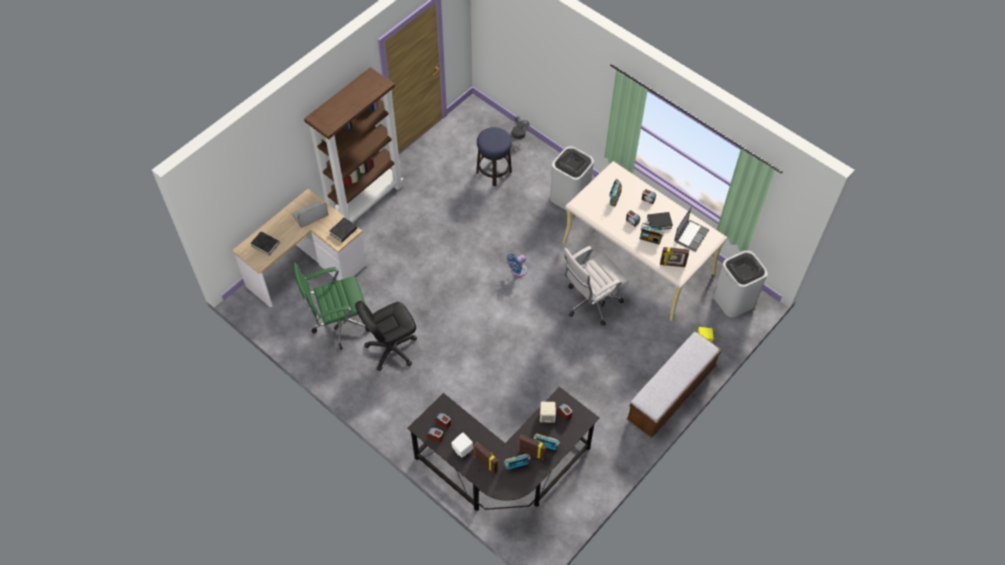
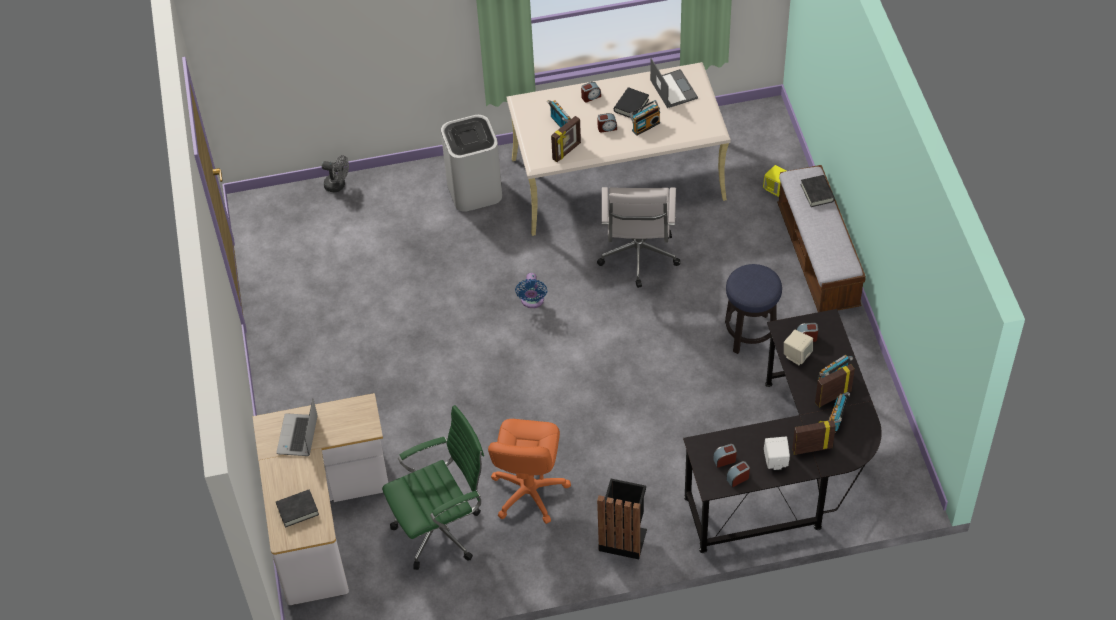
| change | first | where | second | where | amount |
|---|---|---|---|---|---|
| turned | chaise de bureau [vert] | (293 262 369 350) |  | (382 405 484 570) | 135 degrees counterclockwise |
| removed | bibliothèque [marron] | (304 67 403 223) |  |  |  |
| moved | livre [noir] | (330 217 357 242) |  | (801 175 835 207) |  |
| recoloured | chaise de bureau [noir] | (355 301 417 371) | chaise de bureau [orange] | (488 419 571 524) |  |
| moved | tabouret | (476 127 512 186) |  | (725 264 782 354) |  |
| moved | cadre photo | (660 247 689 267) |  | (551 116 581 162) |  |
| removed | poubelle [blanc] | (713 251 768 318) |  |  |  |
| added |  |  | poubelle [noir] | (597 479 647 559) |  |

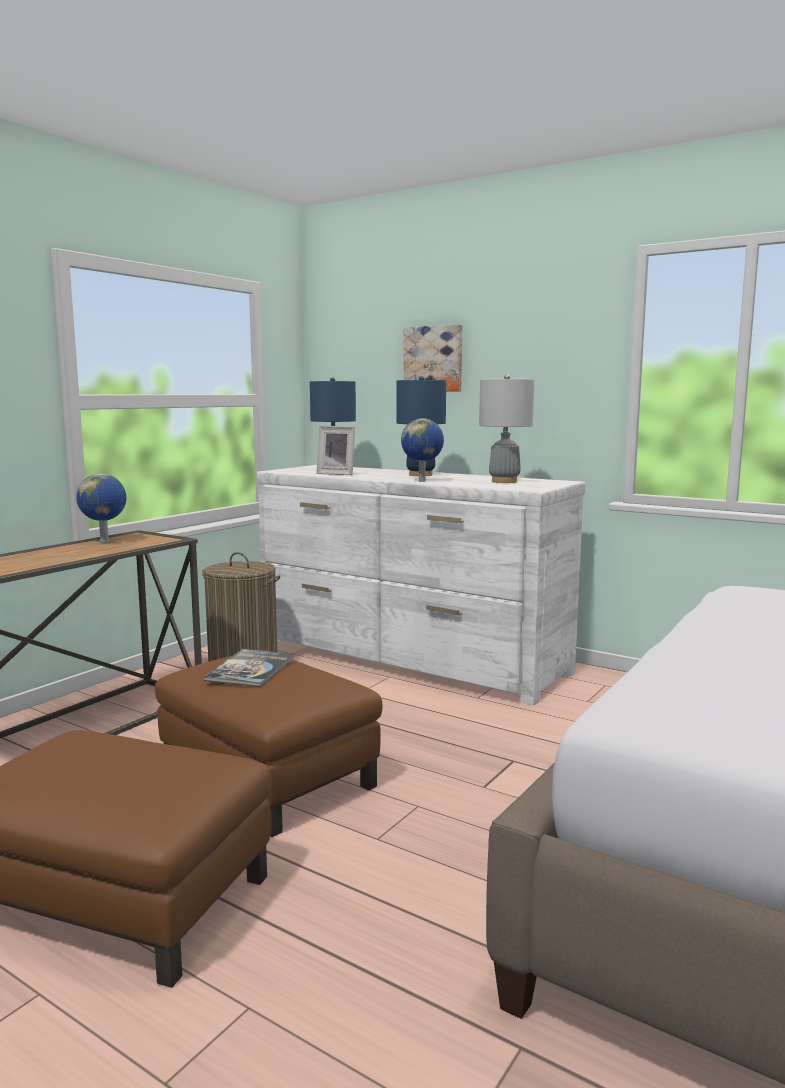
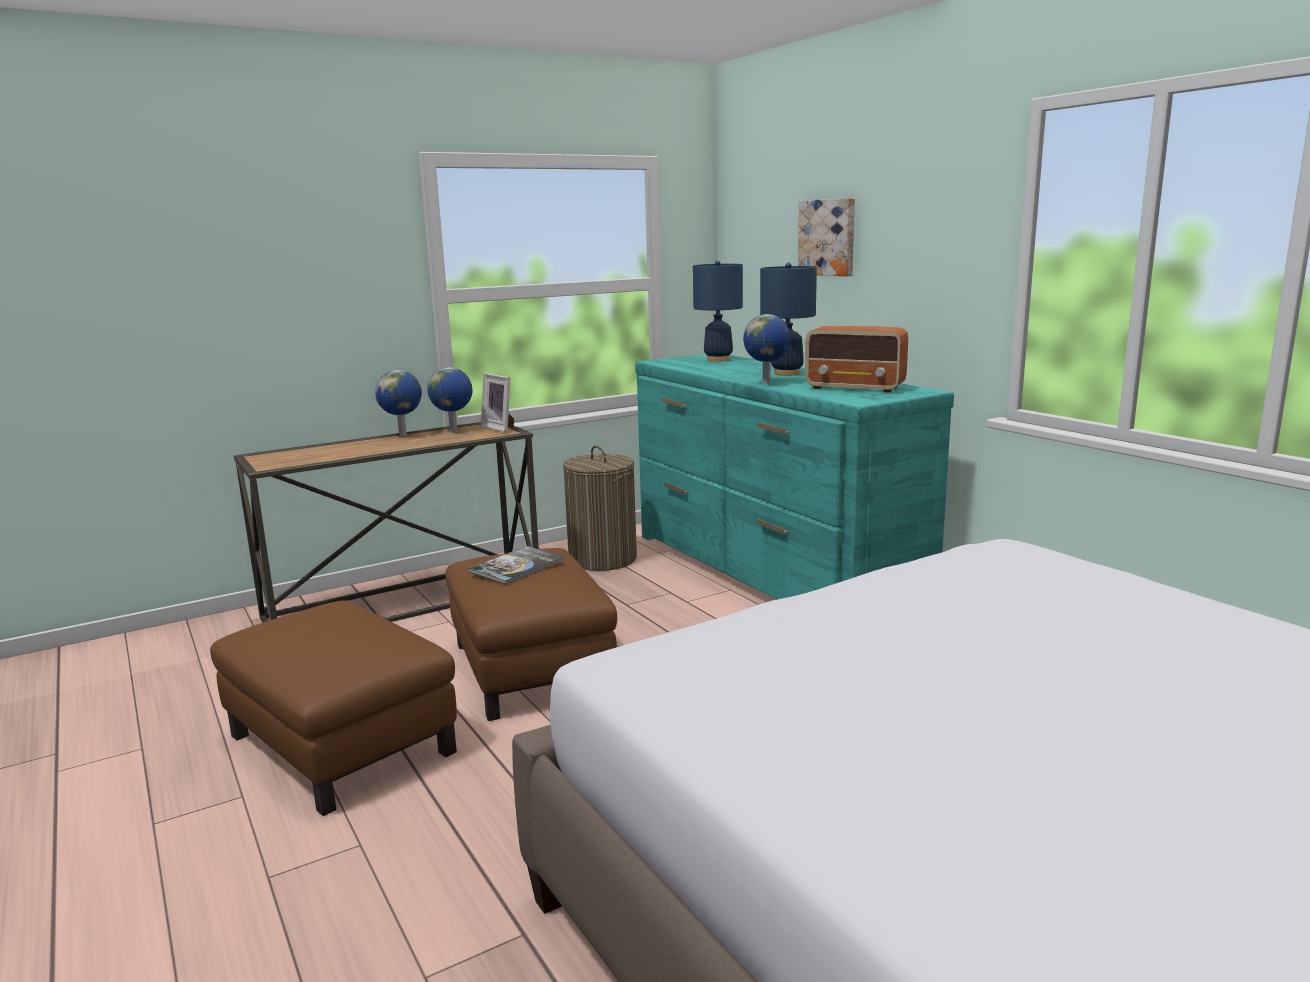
| change | first | where | second | where | amount |
|---|---|---|---|---|---|
| recoloured | commode [blanc] | (257 465 585 706) | commode [turquoise] | (635 354 954 599) |  |
| moved | cadre photo | (317 426 355 475) |  | (481 373 514 432) |  |
| replaced | lampe de table [gris] | (479 375 534 483) | radio | (805 326 908 393) |  |
| added |  |  | globe | (375 370 422 436) |  |

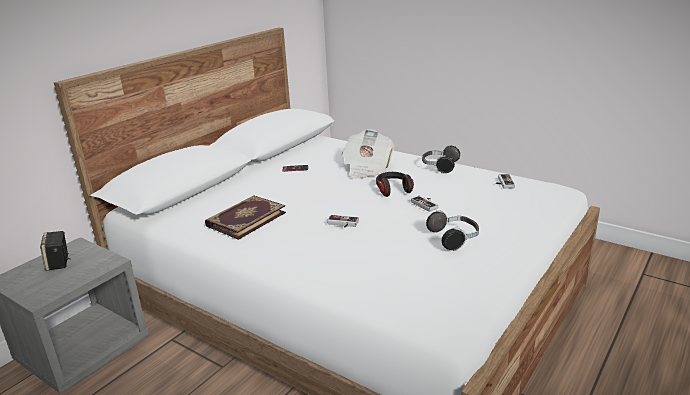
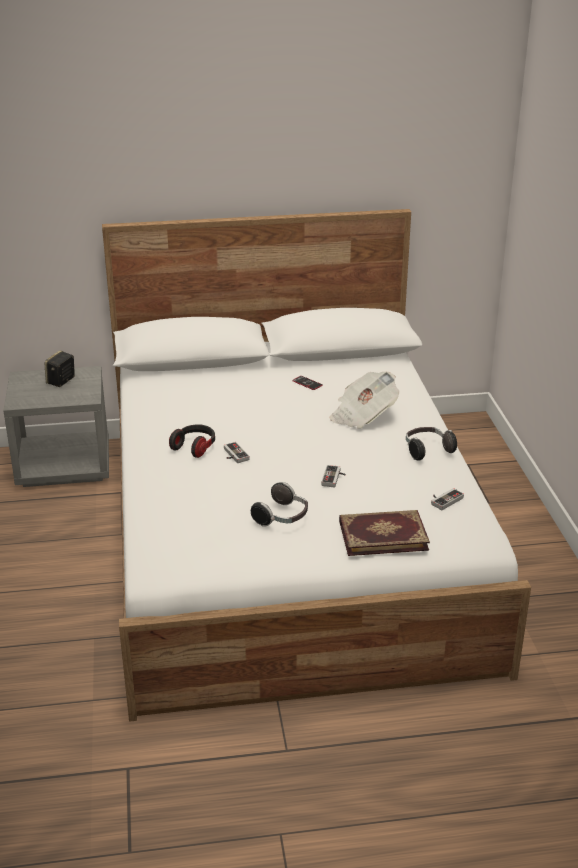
| change | first | where | second | where | amount |
|---|---|---|---|---|---|
| moved | livre | (205 195 286 240) |  | (339 510 430 556) |  |
| moved | casque audio | (376 172 414 197) |  | (169 424 215 458) |  |

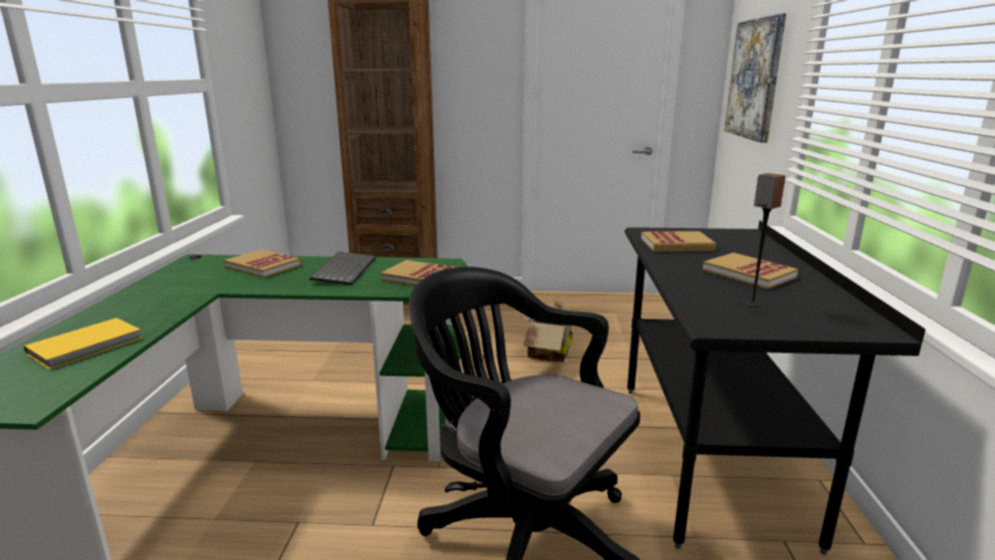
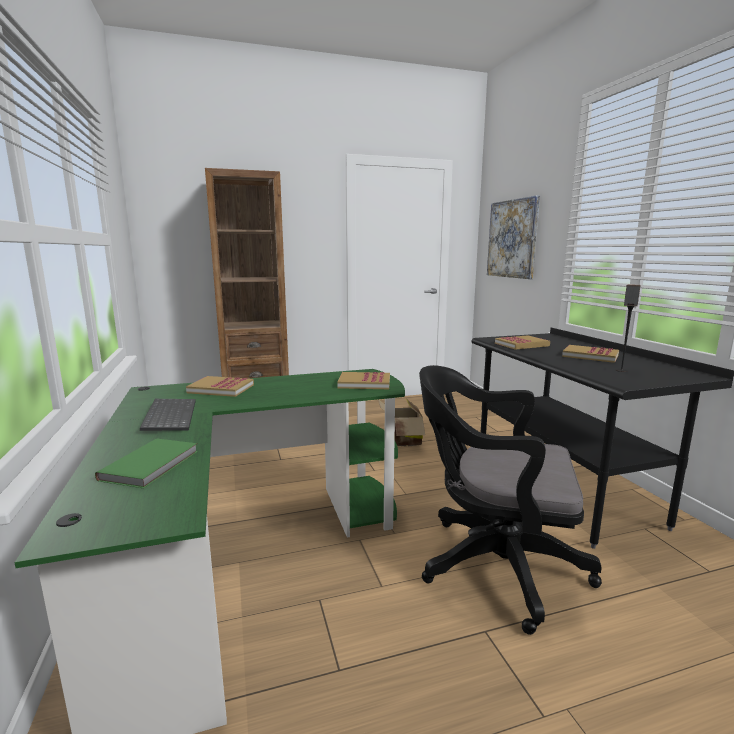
| change | first | where | second | where | amount |
|---|---|---|---|---|---|
| recoloured | livre [jaune] | (24 318 142 369) | livre [vert] | (95 438 198 488) |  |
| moved | clavier | (310 252 375 285) |  | (140 399 196 431) |  |

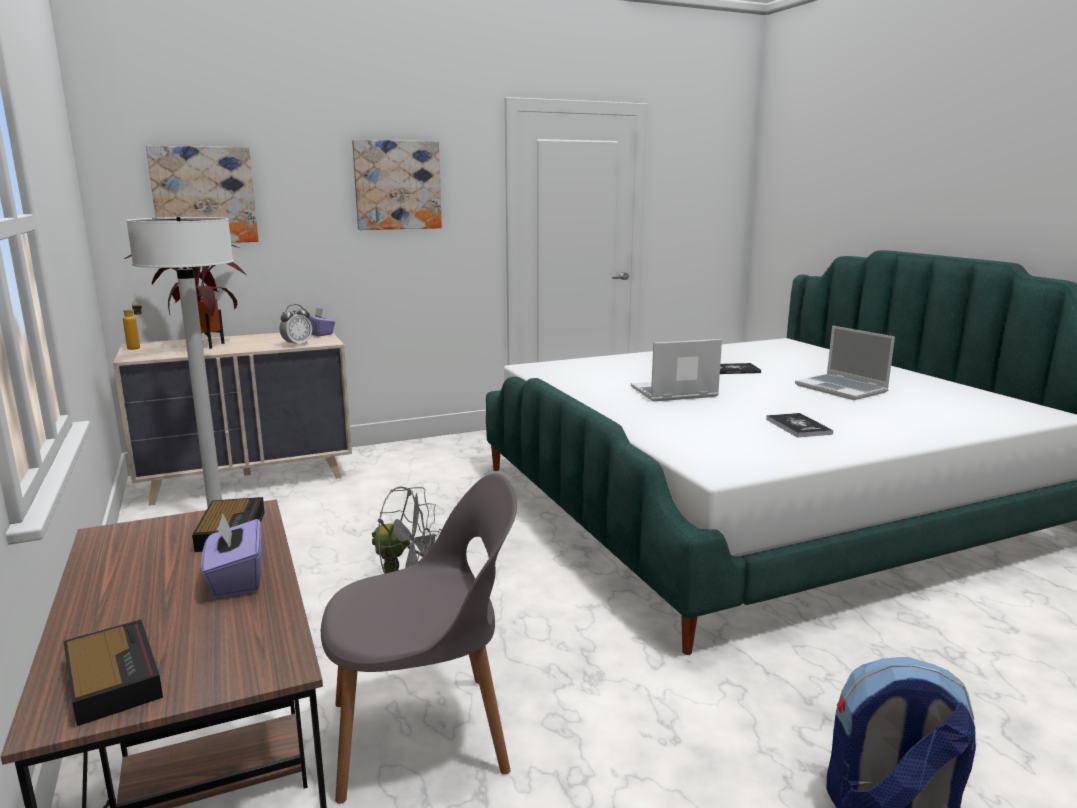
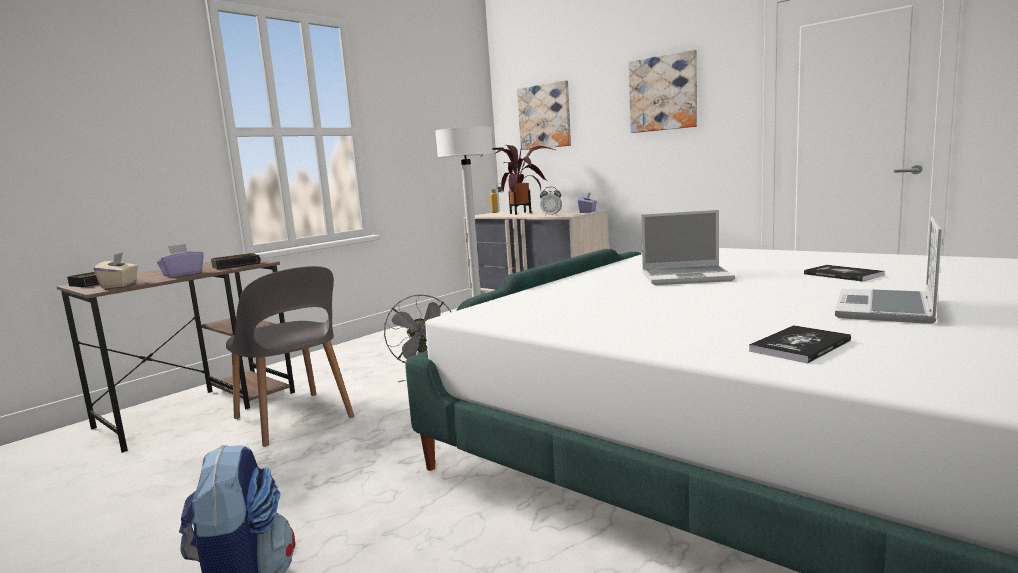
| change | first | where | second | where | amount |
|---|---|---|---|---|---|
| turned | ordinateur portable | (631 339 722 402) |  | (641 210 735 285) | 135 degrees clockwise |
| moved | livre | (766 413 833 438) |  | (749 325 851 364) |  |
| added |  |  | boîte à mouchoirs [beige] | (94 252 138 289) |  |

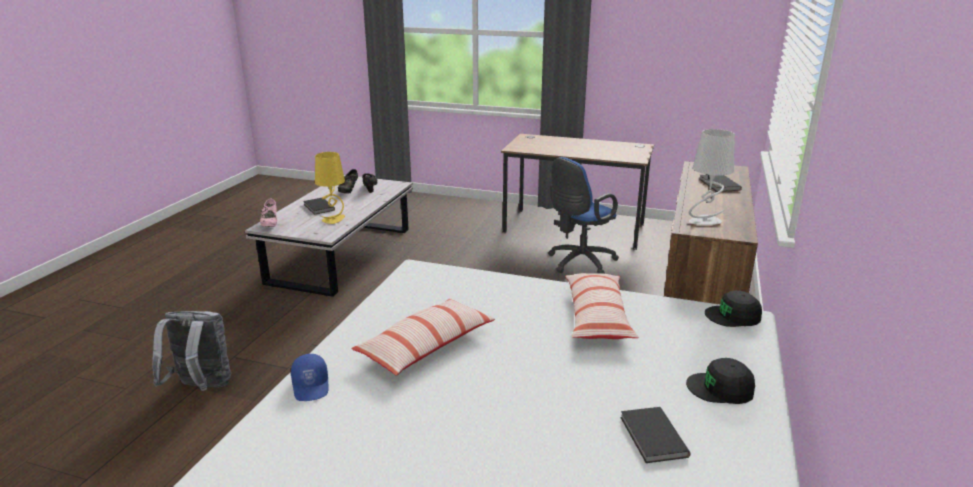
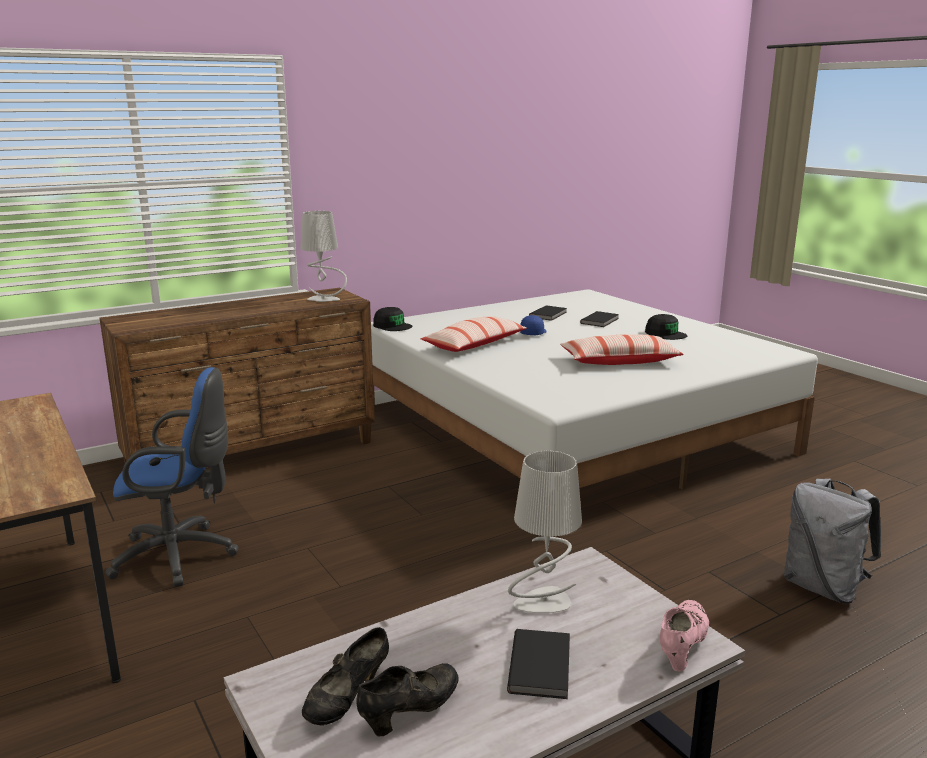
| change | first | where | second | where | amount |
|---|---|---|---|---|---|
| moved | casquette [bleu] | (291 354 329 401) |  | (520 315 547 335) |  |
| recoloured | lampe de table [jaune] | (315 152 345 224) | lampe de table [gris] | (508 451 582 613) |  |
| moved | casquette [noir] | (686 358 755 404) |  | (645 314 688 340) |  |
| moved | livre [noir] | (699 175 742 192) |  | (580 311 619 327) |  |

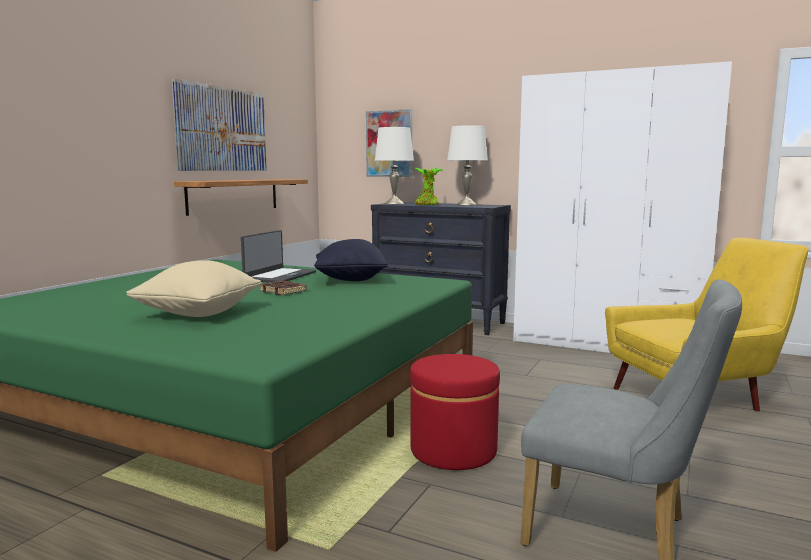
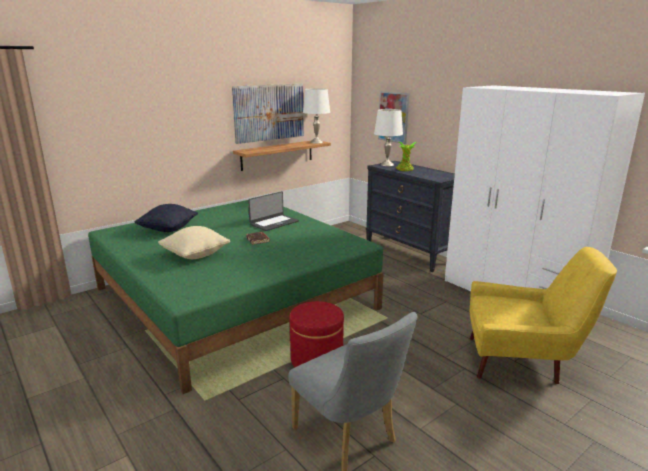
| change | first | where | second | where | amount |
|---|---|---|---|---|---|
| moved | coussin [noir] | (314 239 388 281) |  | (134 204 198 232) |  |
| moved | lampe de table [blanc] | (447 125 488 205) |  | (303 88 330 144) |  |

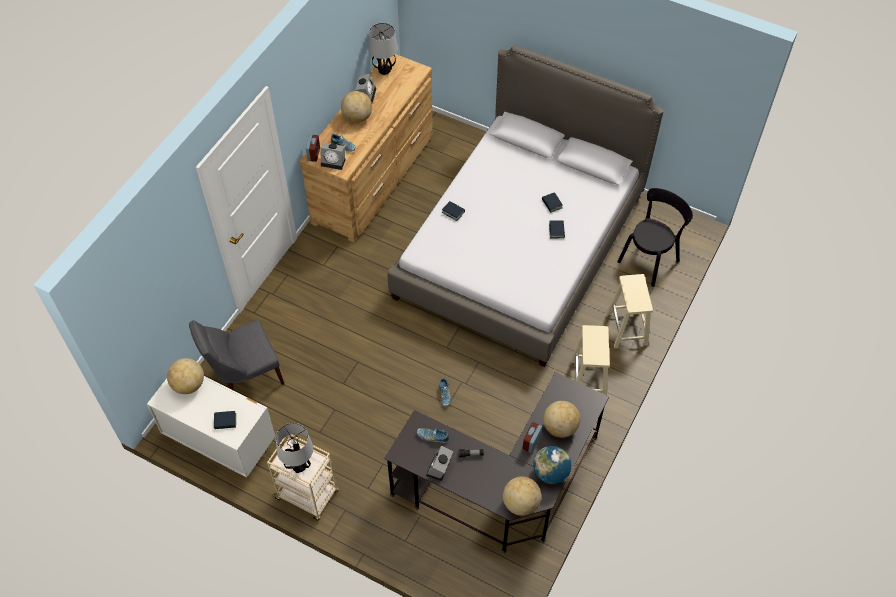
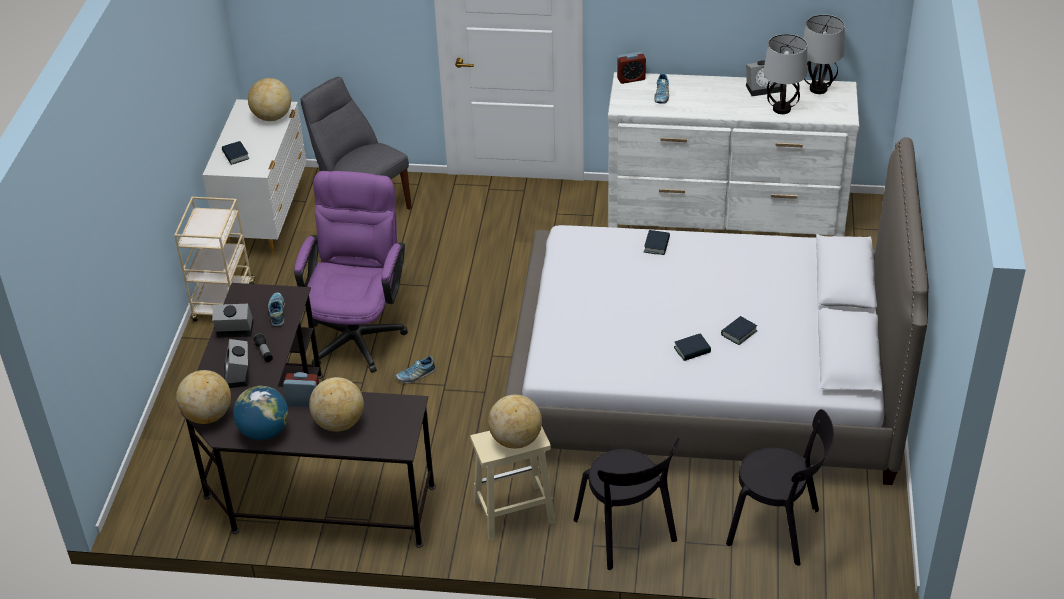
| change | first | where | second | where | amount |
|---|---|---|---|---|---|
| moved | lampe de table | (276 423 313 473) |  | (763 34 807 114) |  |
| recoloured | commode [marron] | (300 54 433 242) | commode [blanc] | (608 72 860 237) |  |
| moved | réveil | (321 143 346 170) |  | (224 339 248 388) |  |
| moved | globe | (341 91 372 123) |  | (488 395 542 449) |  |
| replaced | tabouret [beige] | (607 274 653 348) | chaise [noir] | (574 438 680 570) |  |
| added |  |  | chaise de bureau [violet] | (294 171 408 373) |  |

